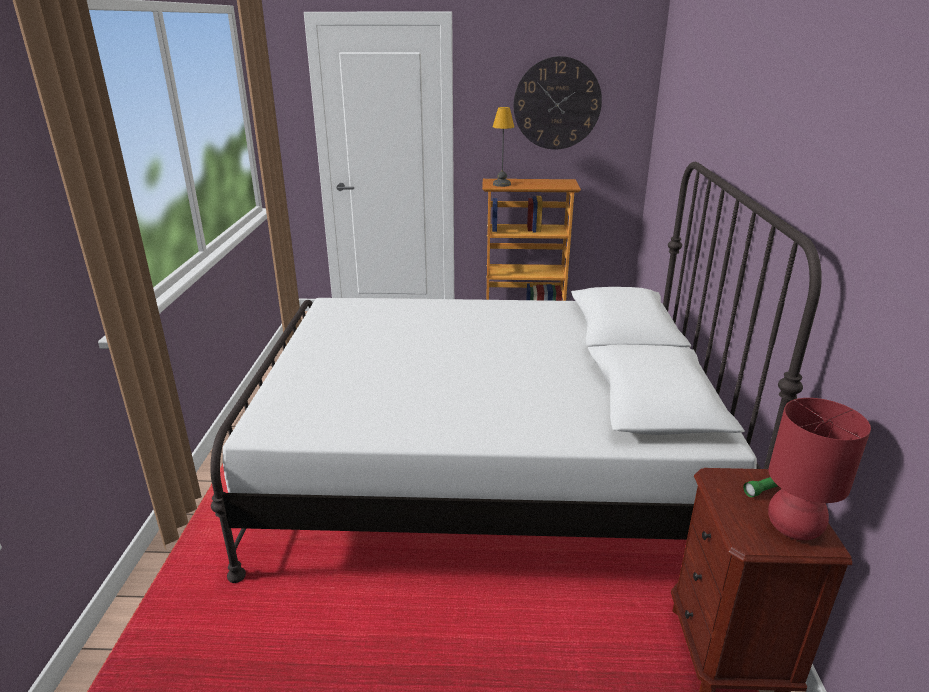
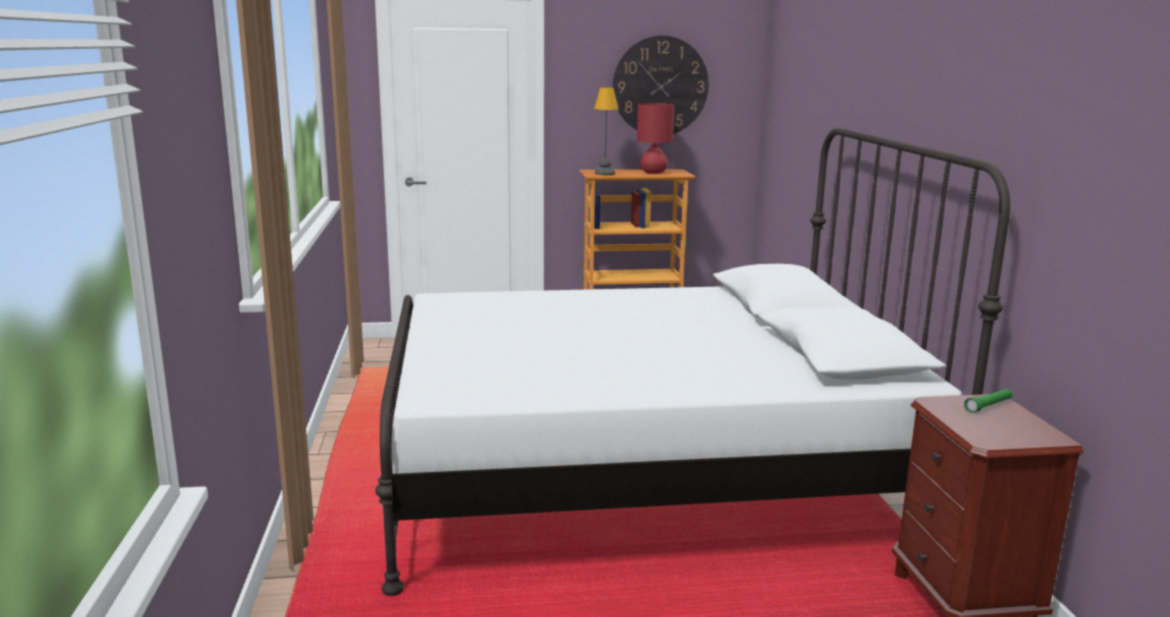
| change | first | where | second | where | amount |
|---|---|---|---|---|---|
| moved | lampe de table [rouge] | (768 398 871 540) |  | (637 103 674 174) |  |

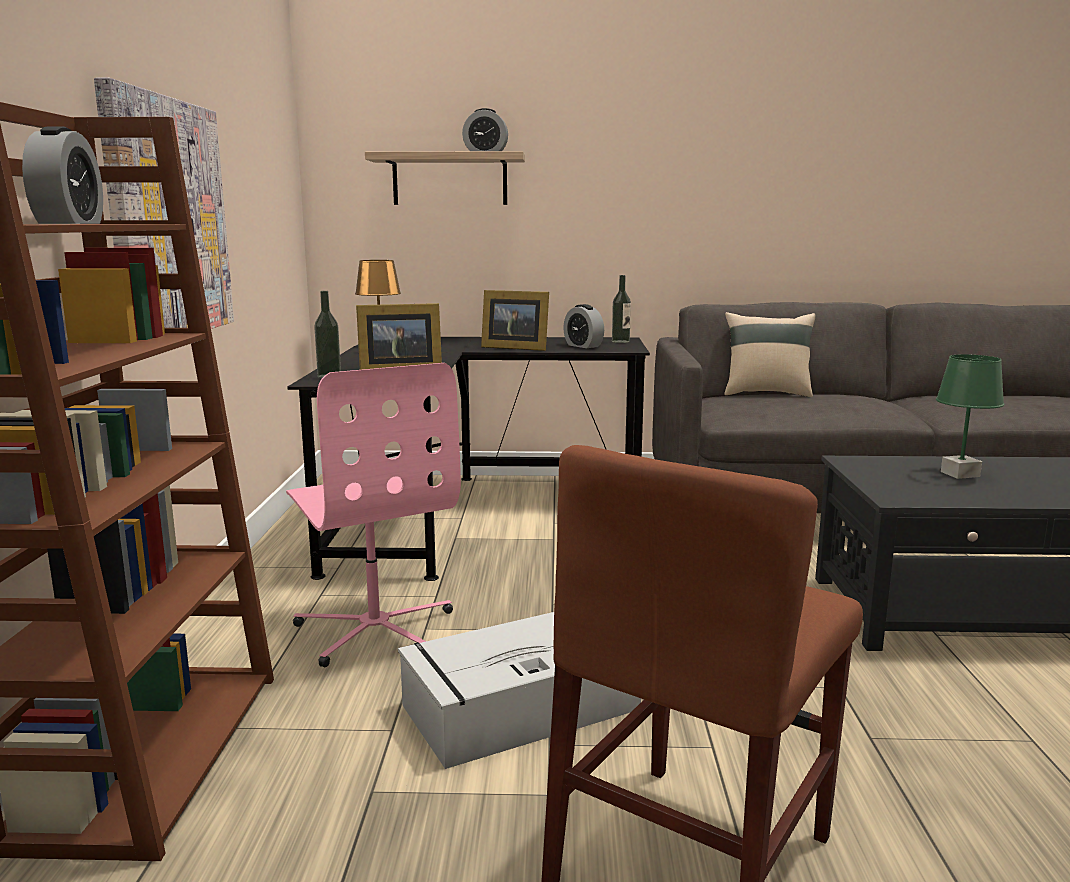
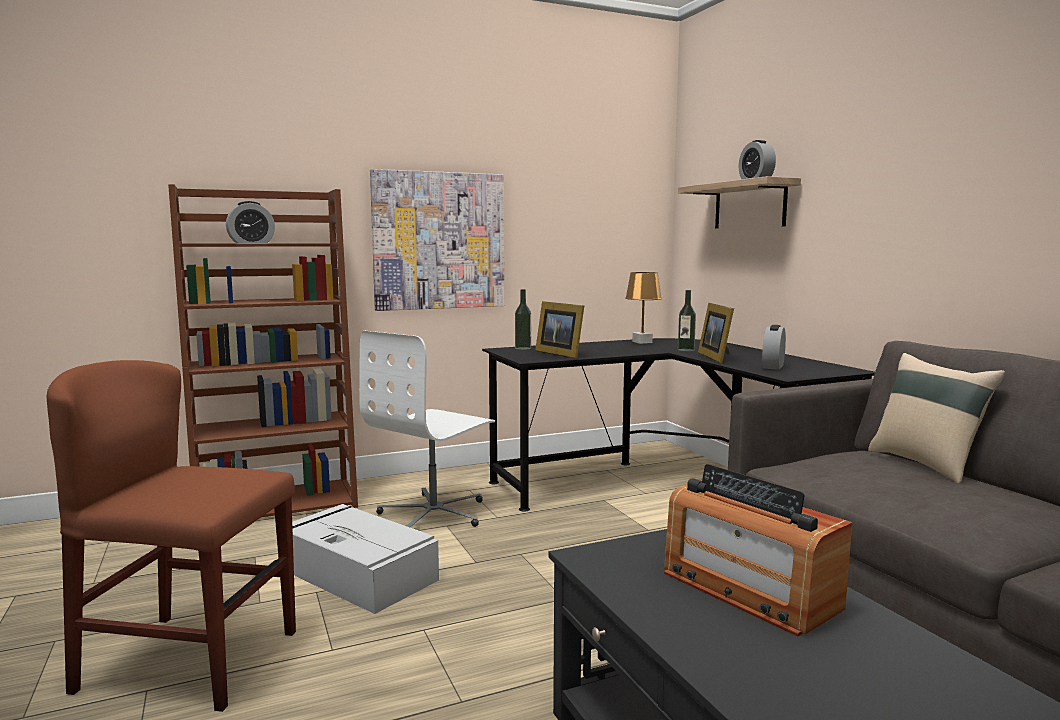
| change | first | where | second | where | amount |
|---|---|---|---|---|---|
| recoloured | chaise de bureau [rose] | (286 363 461 667) | chaise de bureau [blanc] | (359 330 495 527) |  |
| moved | bouteille | (612 275 631 343) |  | (678 290 696 351) |  |
| replaced | lampe de table [vert] | (936 354 1004 479) | radio | (664 464 852 637) |  |

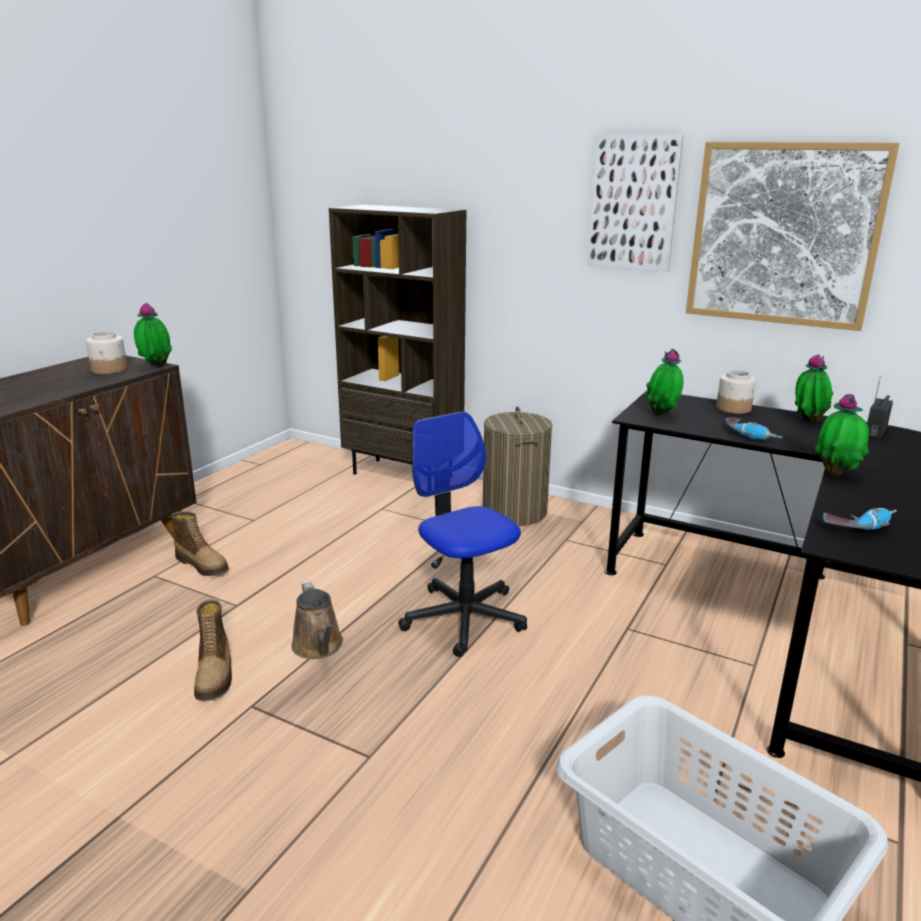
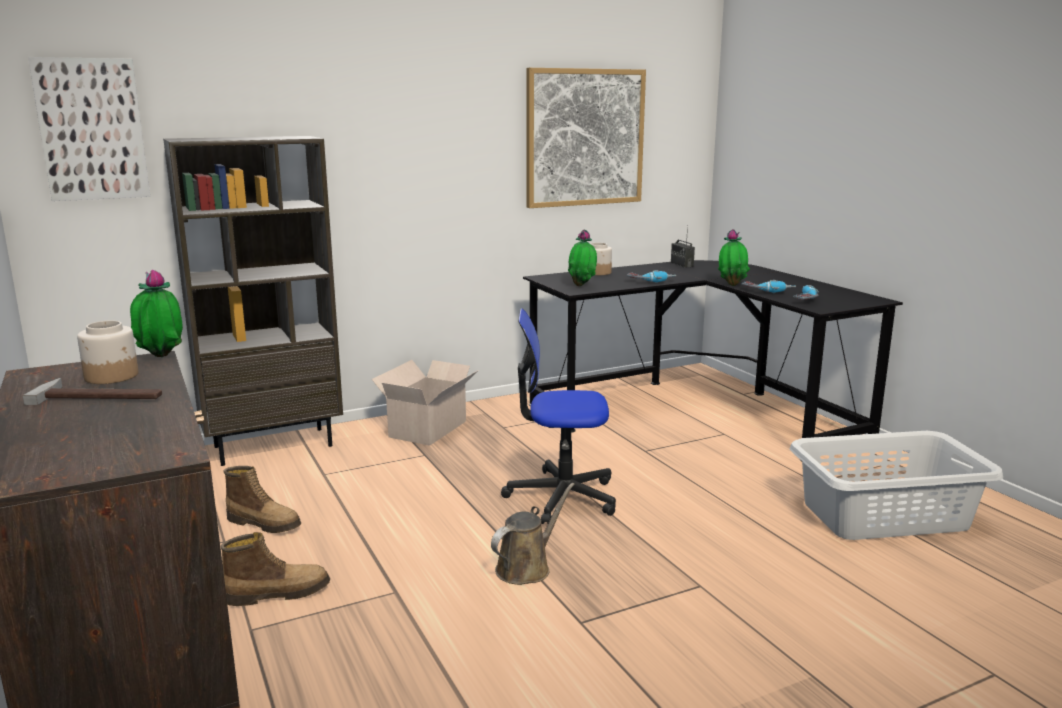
| change | first | where | second | where | amount |
|---|---|---|---|---|---|
| moved | botte | (194 599 232 701) |  | (223 466 301 533) |  |
| turned | arrosoir [marron] | (291 582 343 659) |  | (491 483 575 585) | 60 degrees counterclockwise |
| replaced | panier à linge | (483 406 553 526) | carton | (372 360 479 446) |  |
| moved | tableau | (588 134 684 272) |  | (28 57 150 201) |  |
| removed | plante en pot | (795 355 834 423) |  |  |  |
| added |  |  | marteau | (23 378 162 405) |  |
| added |  |  | perceuse | (742 280 796 293) |  |

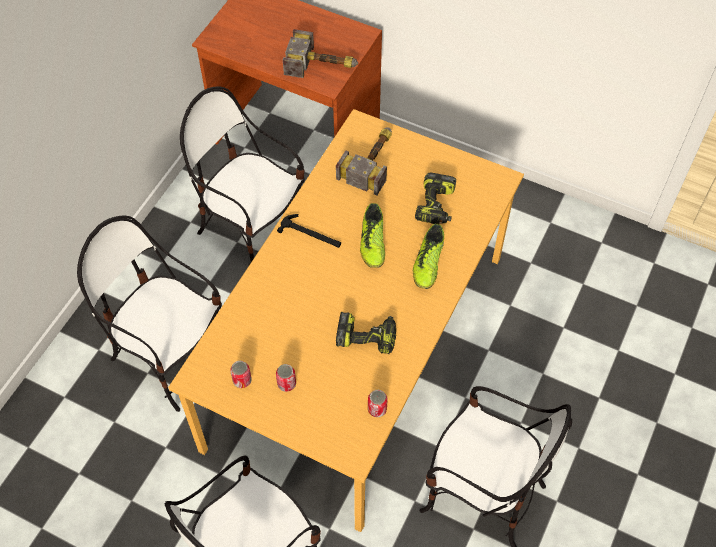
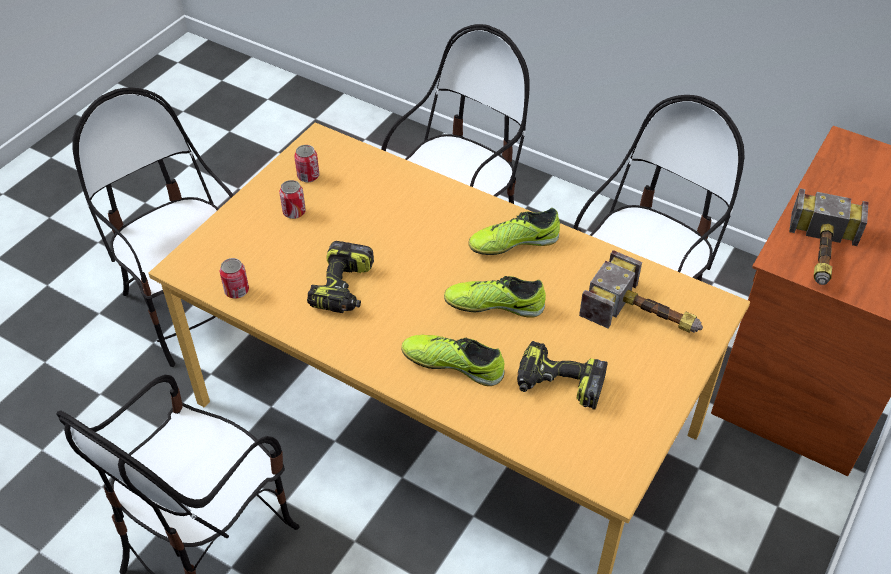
| change | first | where | second | where | amount |
|---|---|---|---|---|---|
| replaced | marteau | (277 214 341 248) | chaussure | (468 208 560 255) |  |

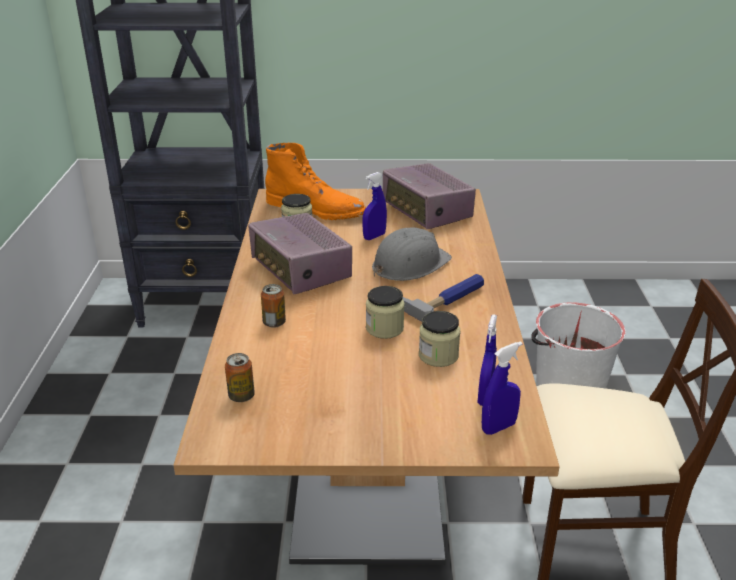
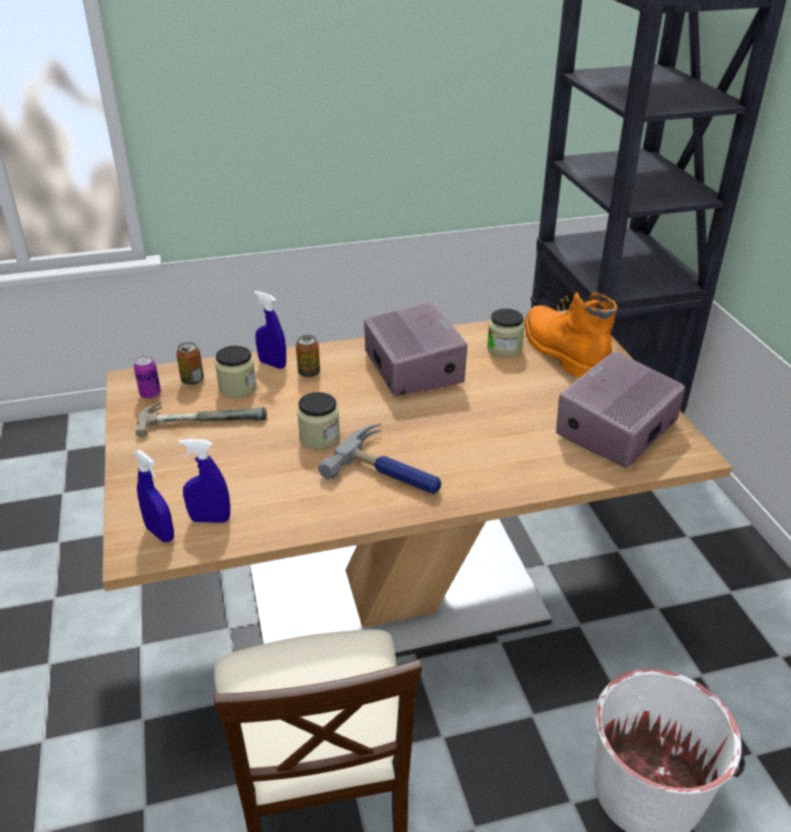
| change | first | where | second | where | amount |
|---|---|---|---|---|---|
| turned | radio | (248 213 352 294) |  | (364 301 468 396) | 120 degrees clockwise |
| turned | botte [orange] | (265 143 366 220) |  | (524 292 618 378) | 150 degrees clockwise |
| moved | vaporisateur [bleu] | (362 172 387 240) |  | (254 291 286 369) |  |
| removed | casque de chantier [gris] | (372 227 452 281) |  |  |  |
| moved | bocal | (419 311 460 367) |  | (215 346 256 398) |  |
| added |  |  | boîte métallique | (134 356 161 399) |  |
| added |  |  | marteau | (135 402 267 437) |  |

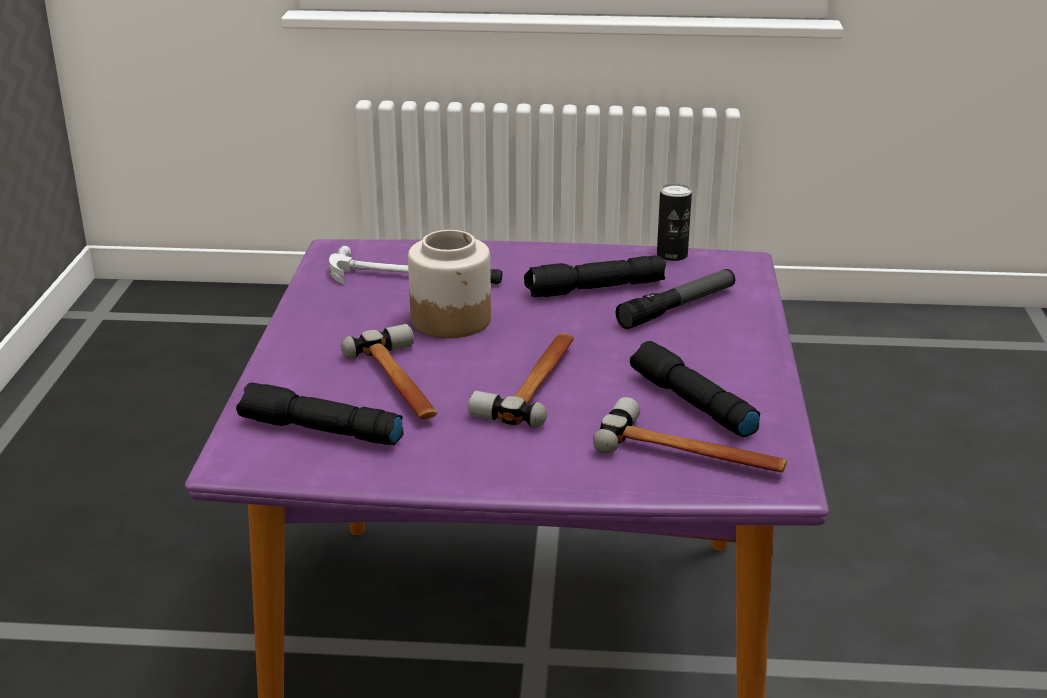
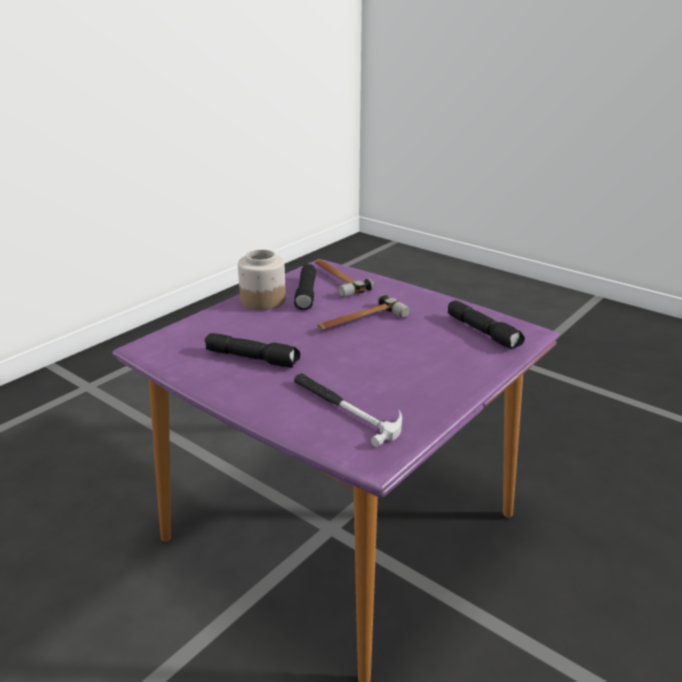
| change | first | where | second | where | amount |
|---|---|---|---|---|---|
| removed | marteau | (341 324 437 419) |  |  |  |
| moved | bocal | (408 230 491 338) |  | (238 249 286 310) |  |
| removed | lampe de poche | (616 269 735 329) |  |  |  |
| removed | boîte métallique | (657 183 692 261) |  |  |  |

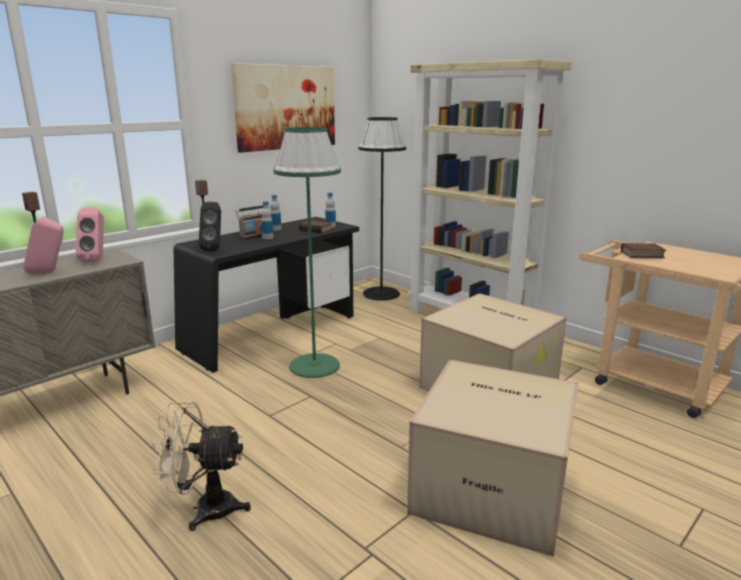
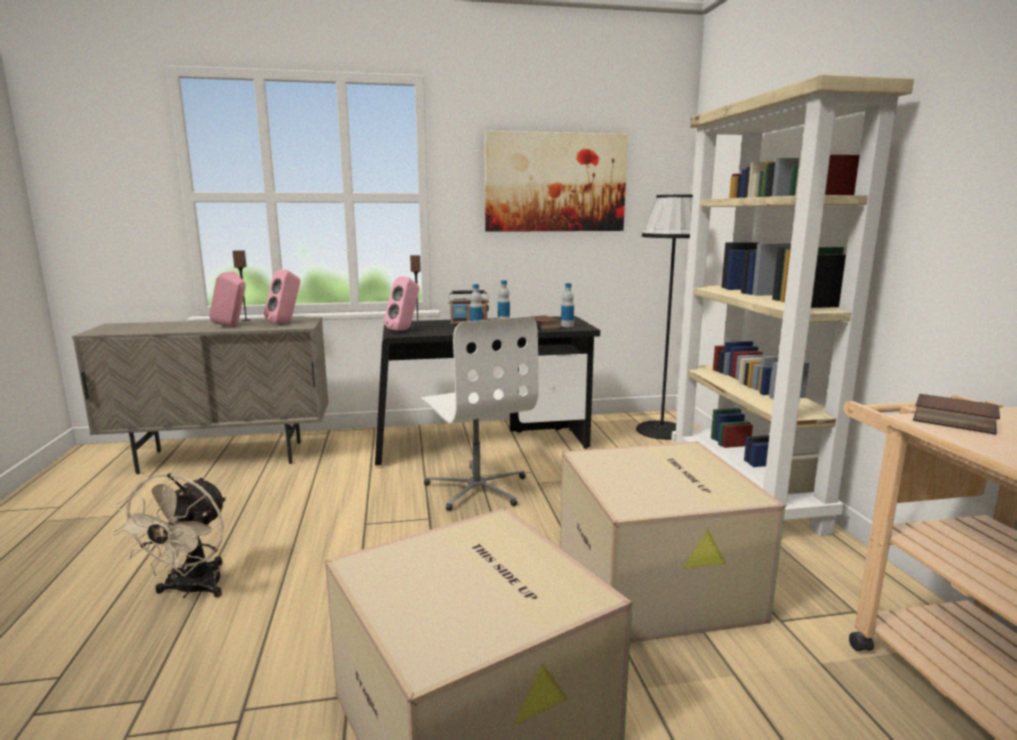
| change | first | where | second | where | amount |
|---|---|---|---|---|---|
| turned | ventilateur [beige] | (151 402 251 531) |  | (113 473 226 598) | 120 degrees counterclockwise |
| recoloured | enceinte [noir] | (199 202 221 251) | enceinte [rose] | (384 277 419 331) |  |
| replaced | lampadaire [vert] | (273 127 341 378) | chaise de bureau [blanc] | (421 316 539 511) |  |

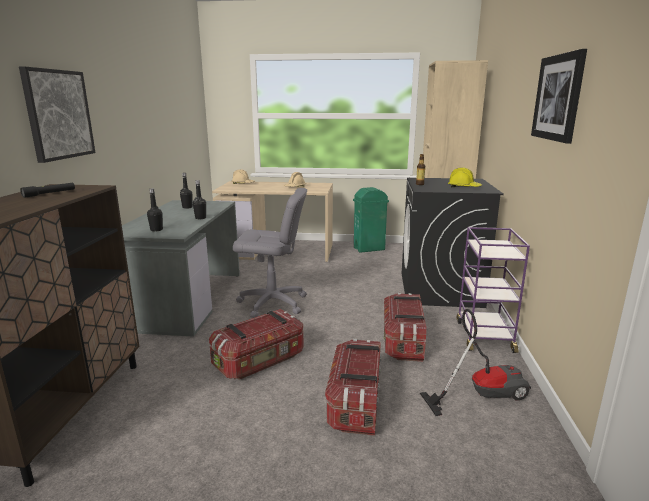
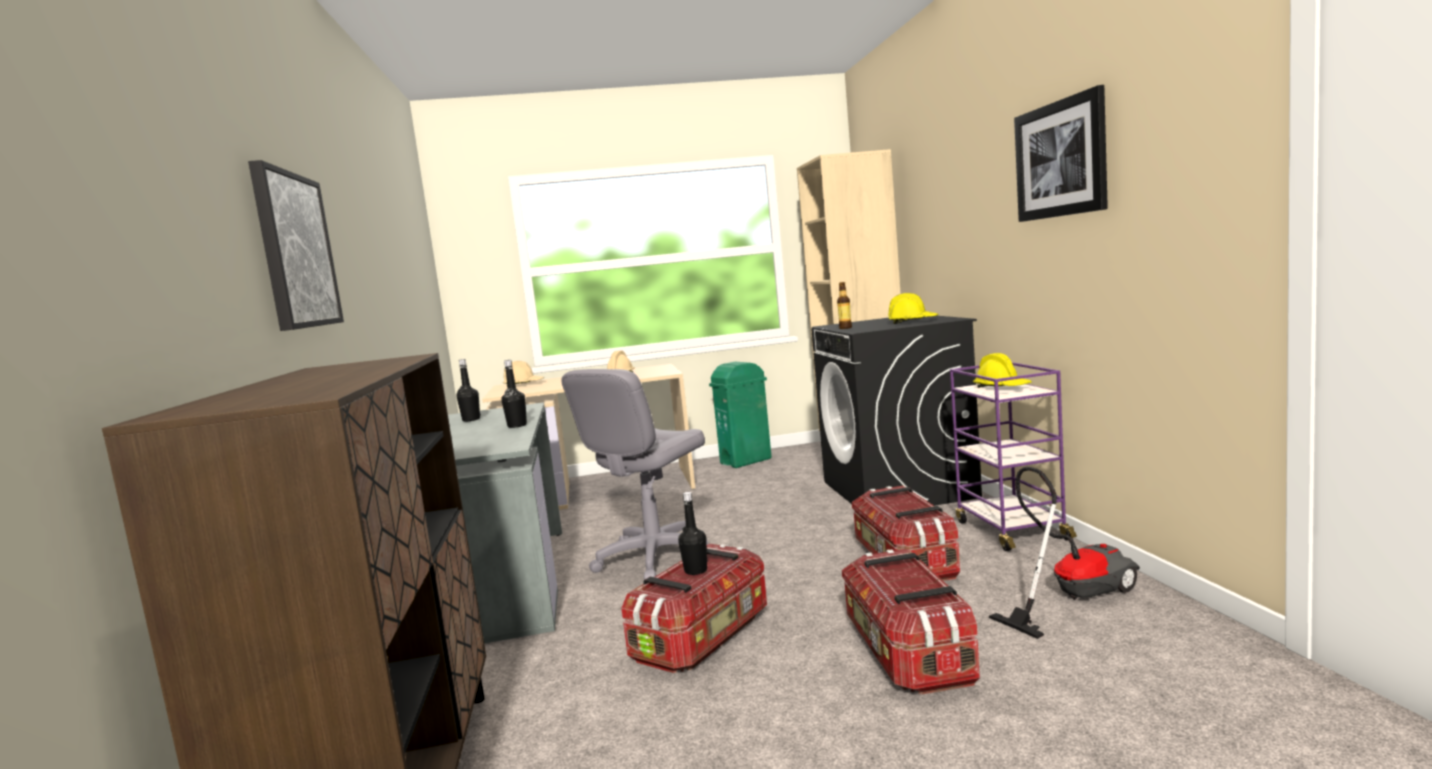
| change | first | where | second | where | amount |
|---|---|---|---|---|---|
| removed | lampe de poche [noir] | (20 183 75 198) |  |  |  |
| moved | bouteille [noir] | (147 188 163 232) |  | (678 492 707 575) |  |
| turned | chaise de bureau [gris] | (233 188 307 318) |  | (561 369 708 580) | 135 degrees clockwise |
| added |  |  | casque de chantier [jaune] | (973 353 1032 388) |  |

